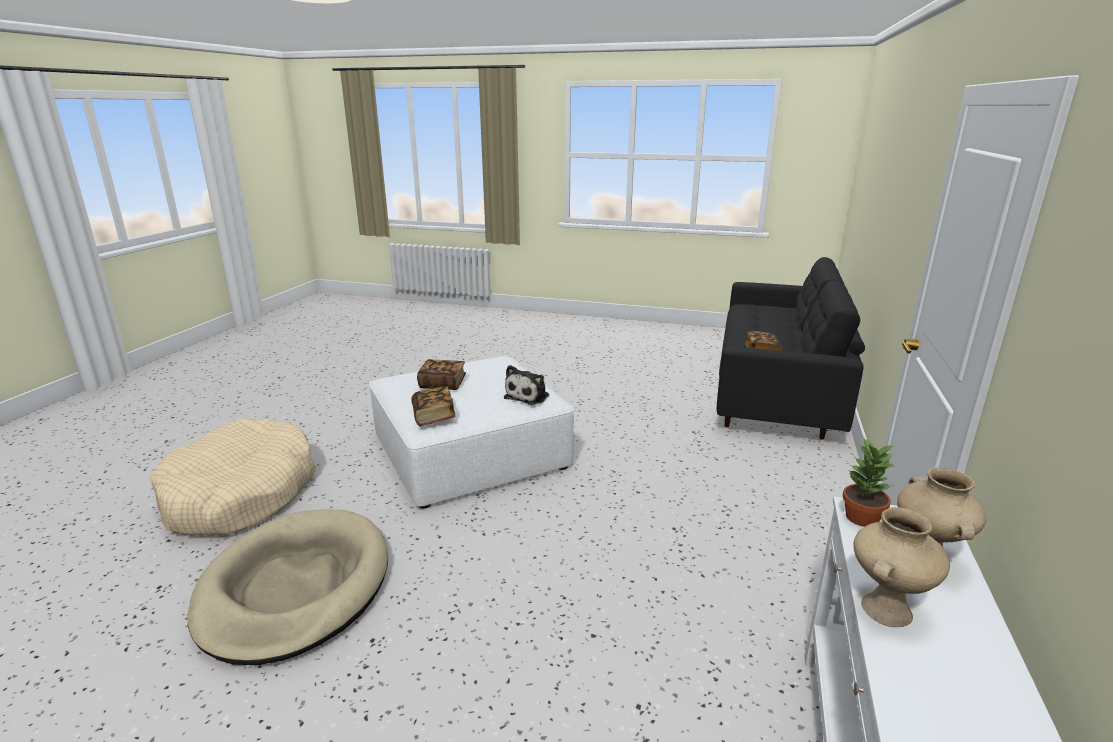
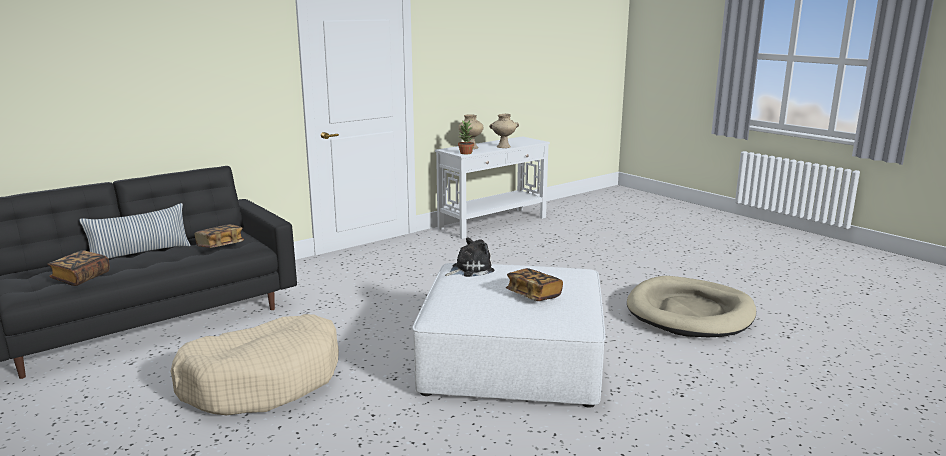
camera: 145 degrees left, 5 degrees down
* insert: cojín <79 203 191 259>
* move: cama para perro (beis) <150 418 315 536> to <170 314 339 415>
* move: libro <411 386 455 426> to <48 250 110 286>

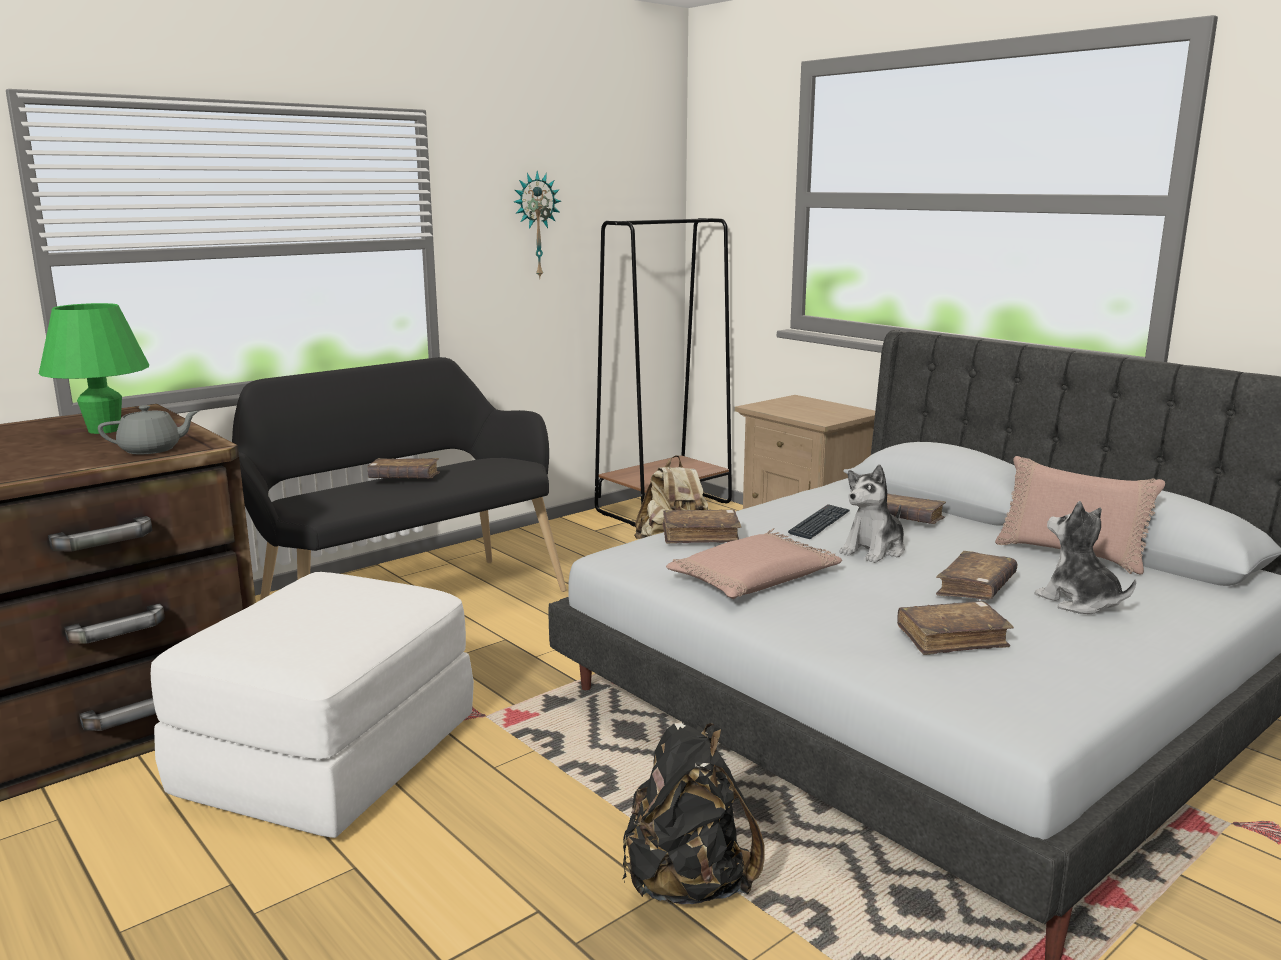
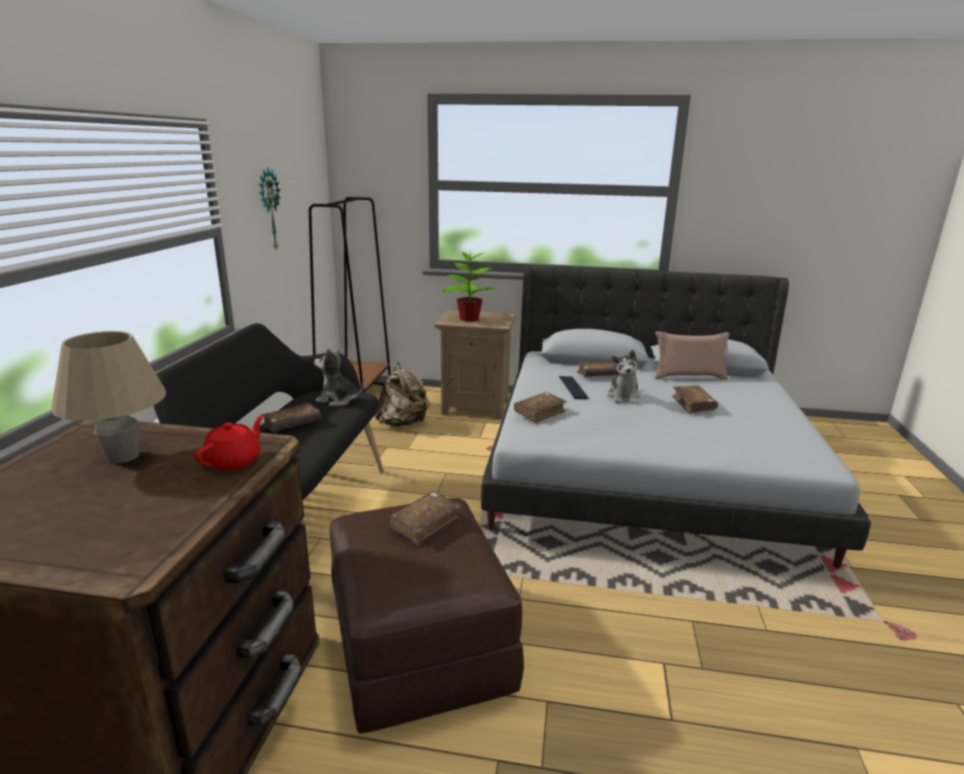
camera: 40 degrees left, 5 degrees up
* delete: mochila (negro) <622 722 765 904>
* delete: cojín (beis) <666 528 842 599>
* insert: planta en maceta <442 251 498 322>
* move: libro (marrón) <897 601 1014 655> to <388 491 461 546>
* move: peluche <1034 501 1136 614> to <314 348 363 406>
* recolor: lámpara de mesa (verde) <39 303 149 434> to lámpara de mesa (beis) <51 331 166 463>
* recolor: tetera (gris) <98 405 199 454> to tetera (rojo) <195 415 264 471>
* recolor: puf (blanco) <151 572 474 838> to puf (marrón) <330 498 524 734>

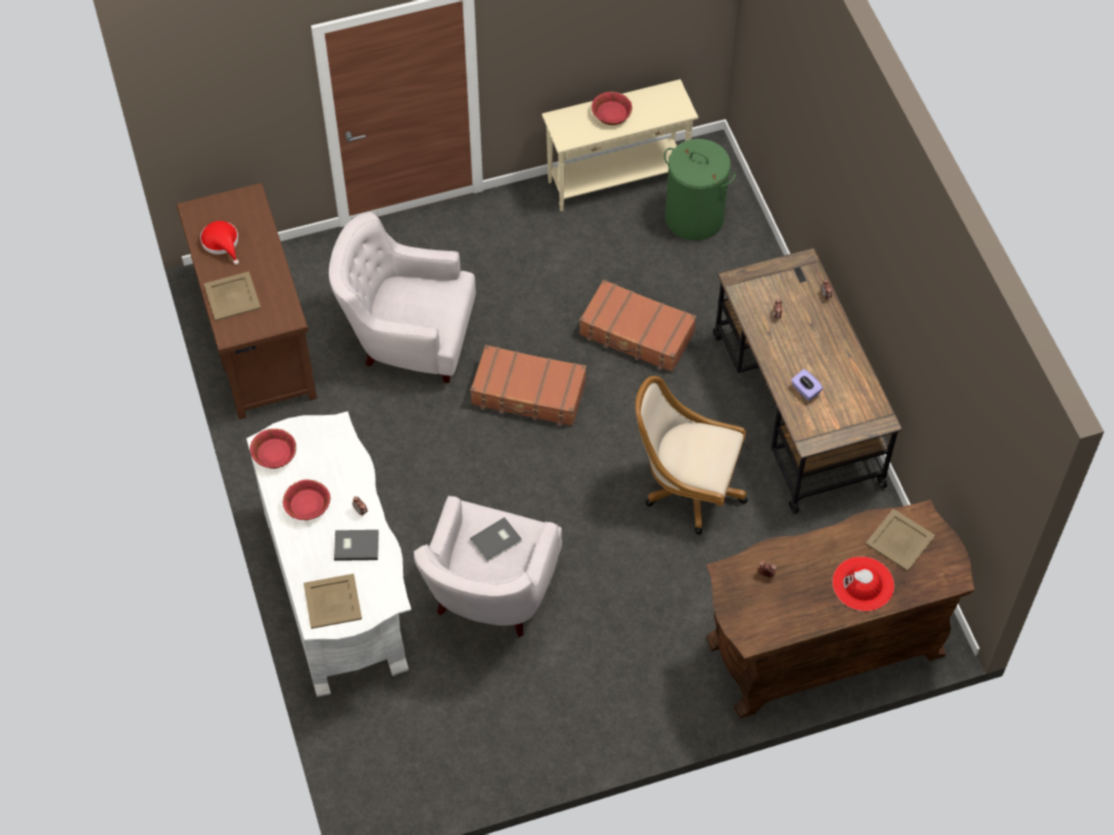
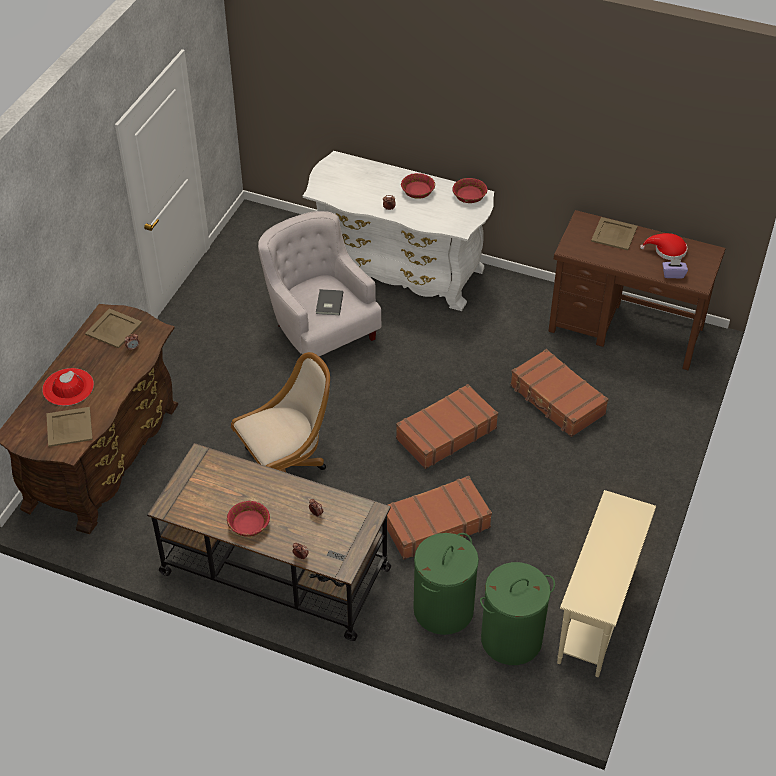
camera: 130 degrees right, 10 degrees down
* delete: libro (gris) <334 530 379 561>
* insert: cesto de la ropa (verde) <413 533 479 635>
* move: bandeja (beis) <303 574 362 629> to <85 309 142 348>
* move: cuenco (rojo) <592 92 632 125> to <227 501 270 537>
* move: caja de pañuelos (morado) <791 369 823 401> to <662 259 688 279>
* replace: sillón (blanco) <329 212 476 383> to maleta (marrón) <510 349 609 437>

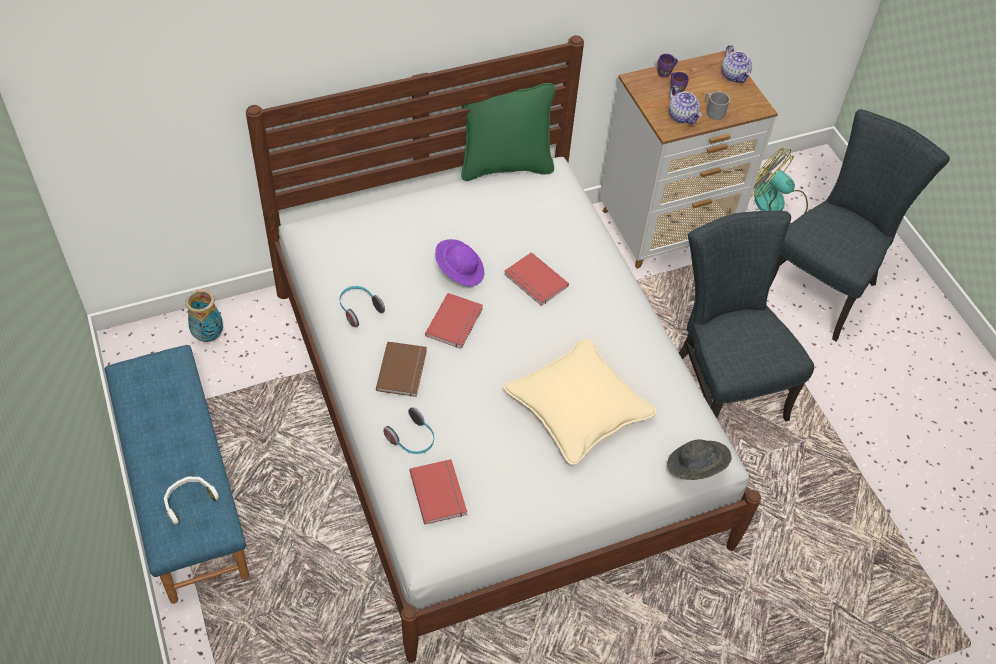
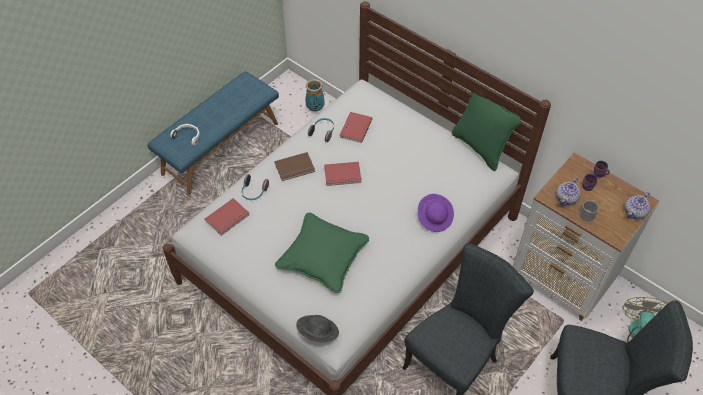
camera: 65 degrees right, 0 degrees up
* move: sombrero (morado) <435 239 485 286> to <418 194 454 232>
* move: libro (rojo) <504 252 569 306> to <340 112 372 143>
* recolor: cojín (beis) <504 339 657 465> to cojín (verde) <275 213 369 293>

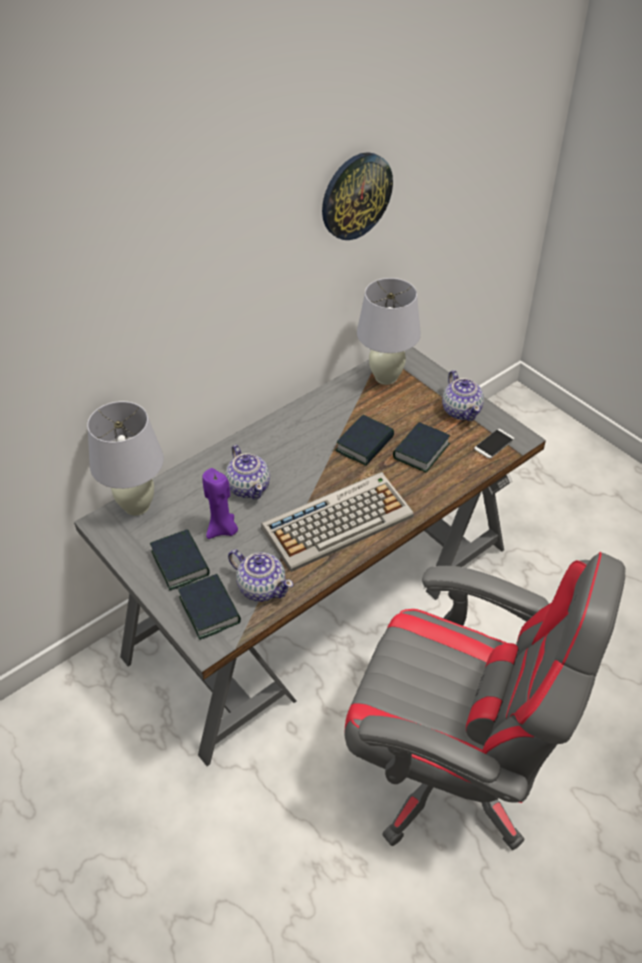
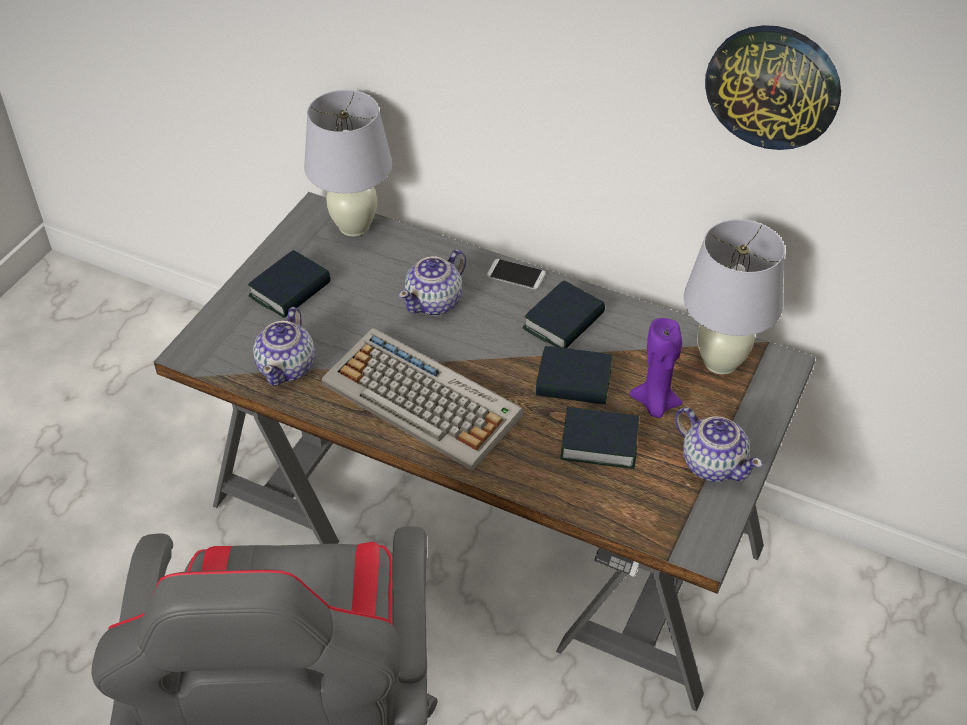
camera: 65 degrees right, 0 degrees up
* move: libro <178 574 241 640> to <522 280 605 348>
* move: vela (morado) <202 468 238 539> to <630 318 683 418>
* move: móvil <474 429 514 459> to <487 259 546 290>
* rotate: tetera <442 370 484 421> = <675 407 763 482> 90 degrees counterclockwise

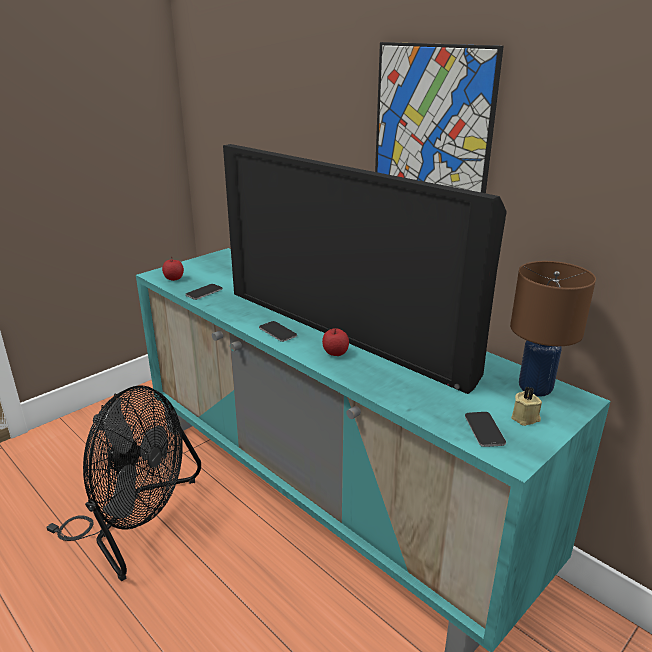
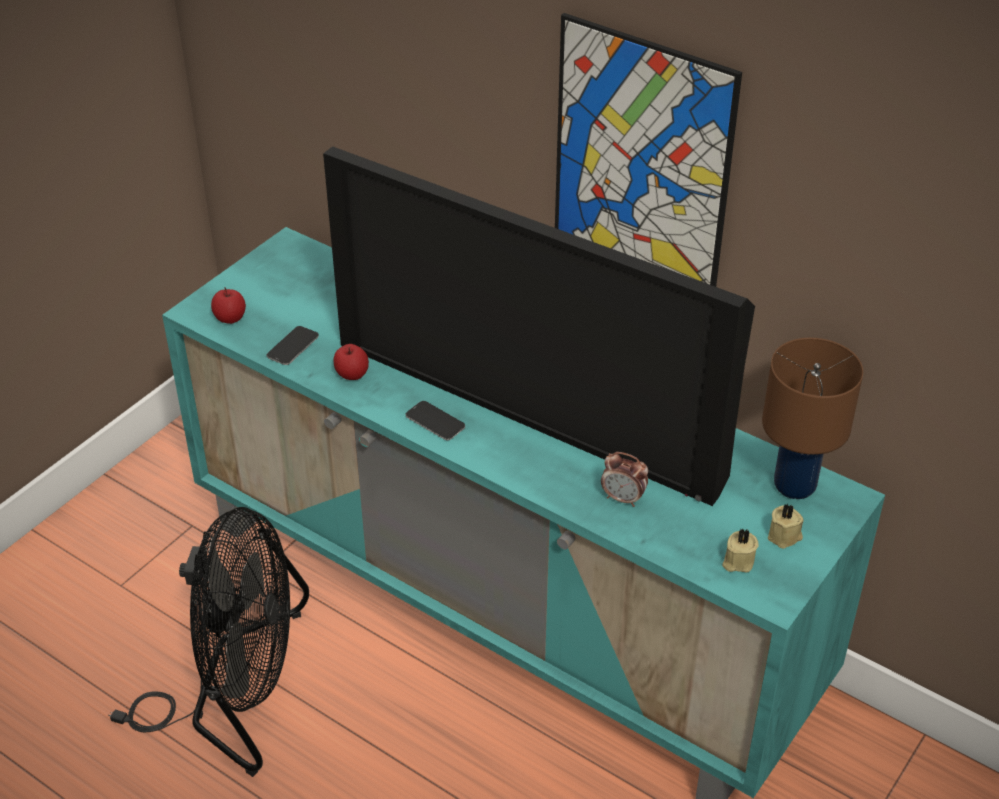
camera: 10 degrees left, 15 degrees up
* insert: despertador <601 452 648 507>
* move: manzana <322 328 349 356> to <333 344 369 380>
* replace: móvil <465 412 506 447> to vela (beis) <722 528 759 573>

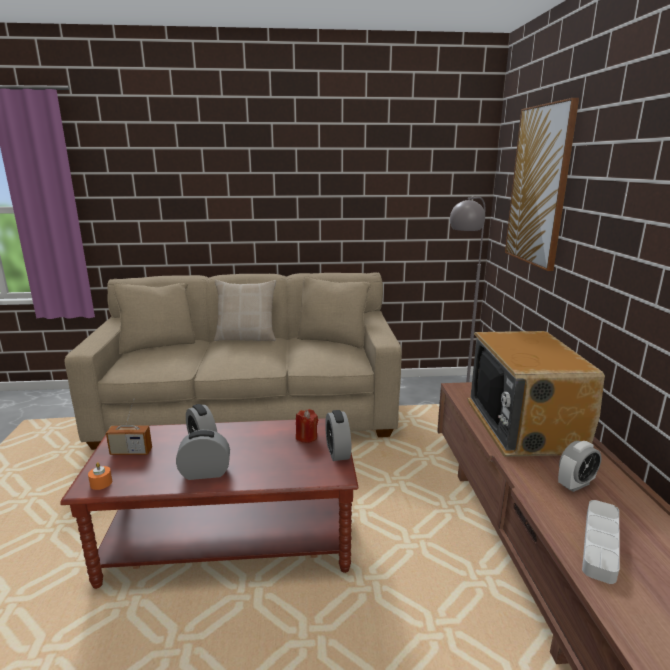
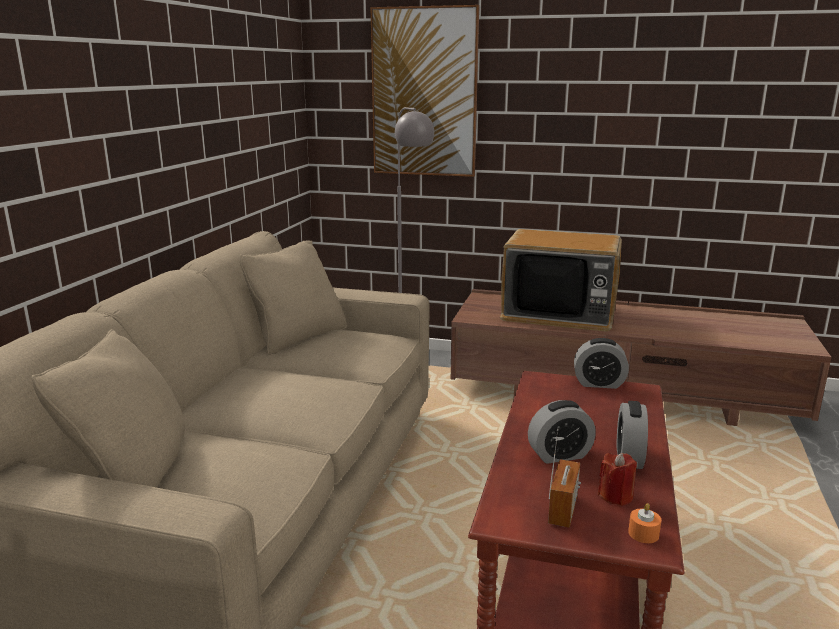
camera: 70 degrees left, 0 degrees up
* delete: cojín (beis) <214 280 276 341>
* delete: despertador <558 441 602 492>
* delete: bandeja (gris) <582 500 620 584>
* move: vela (rojo) <296 409 318 443> to <598 453 637 506>

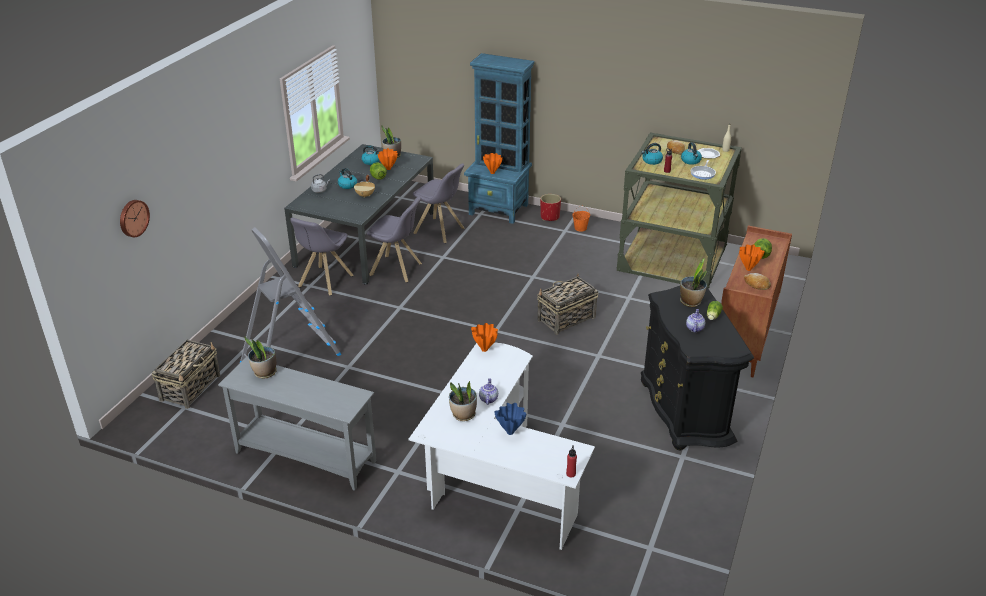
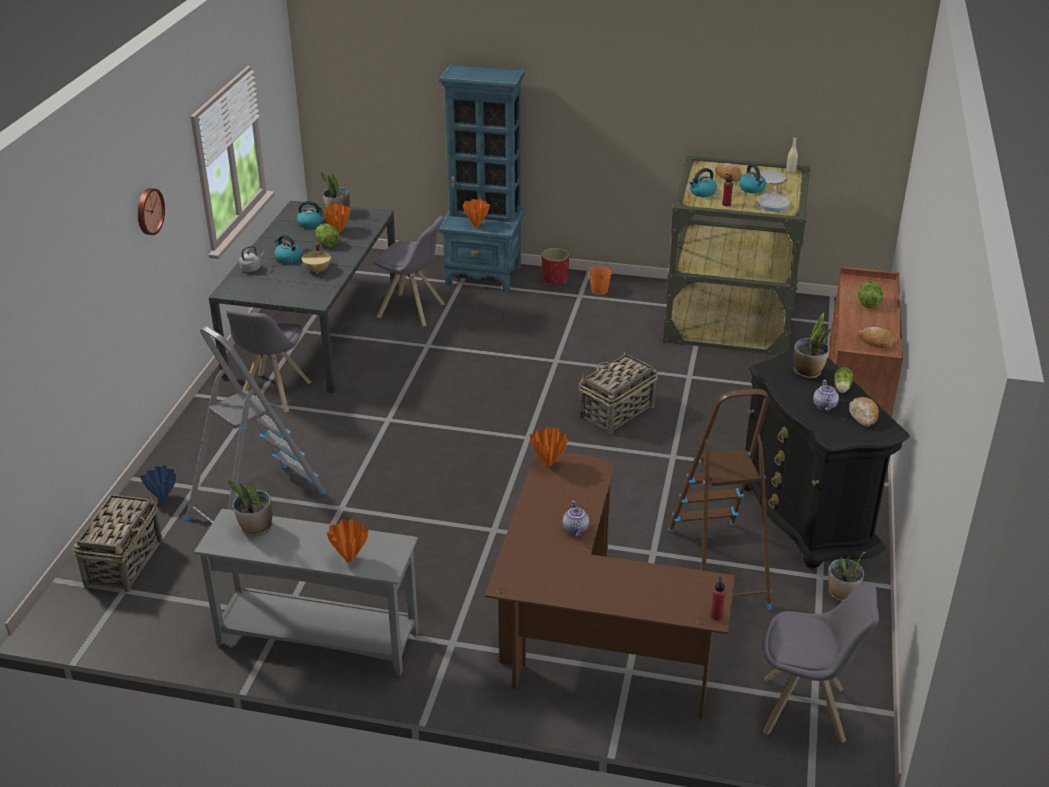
camera: 10 degrees left, 0 degrees up
* insert: escalera de tijera (marrón) <668 389 771 610>
* insert: pan <849 397 879 427>
* move: reloj de pared <120 200 150 237> to <138 188 165 235>
* move: silla (gris) <367 197 422 282> to <763 583 879 743>
* move: planta en maceta <449 381 477 421> to <828 552 866 601>
* move: florero (azul) <494 403 527 435> to <140 465 176 501>
* move: florero (naranja) <739 245 765 271> to <327 518 368 562>
* recolor: escritorio (blanco) <408 342 595 550> to escritorio (marrón) <485 452 735 719>

